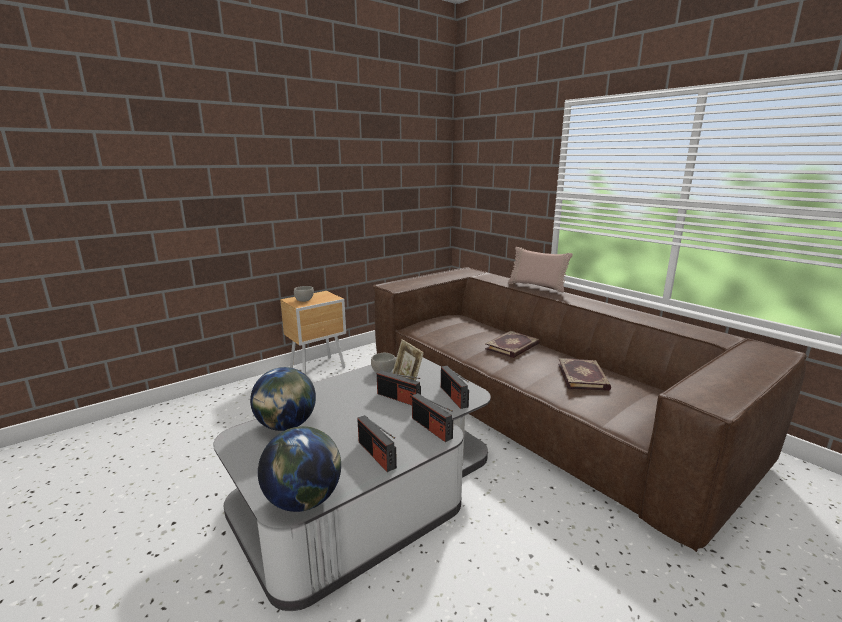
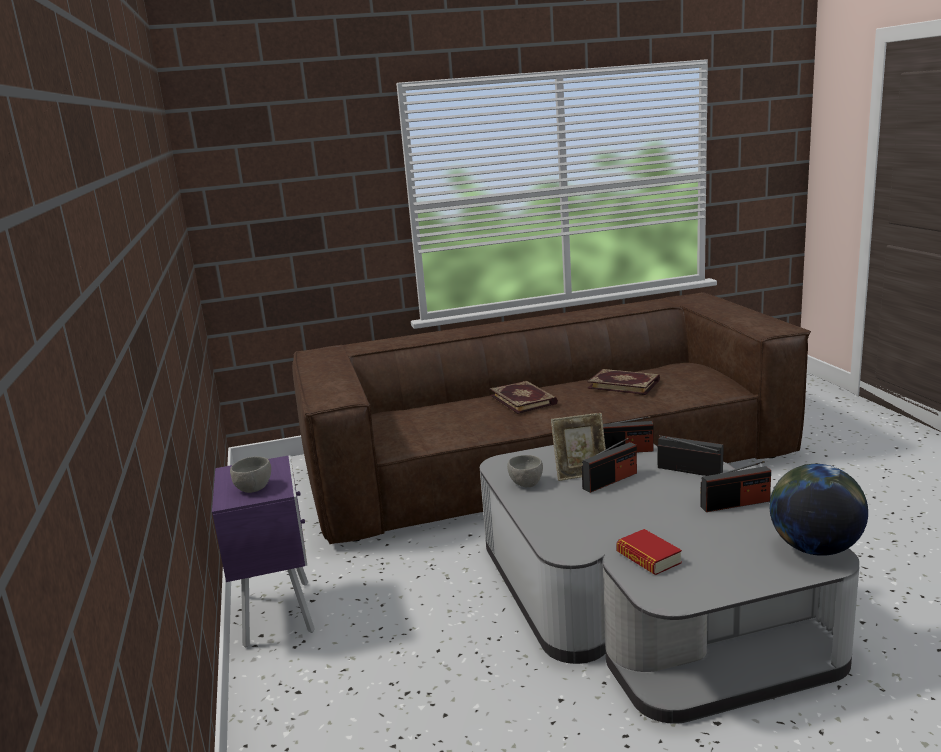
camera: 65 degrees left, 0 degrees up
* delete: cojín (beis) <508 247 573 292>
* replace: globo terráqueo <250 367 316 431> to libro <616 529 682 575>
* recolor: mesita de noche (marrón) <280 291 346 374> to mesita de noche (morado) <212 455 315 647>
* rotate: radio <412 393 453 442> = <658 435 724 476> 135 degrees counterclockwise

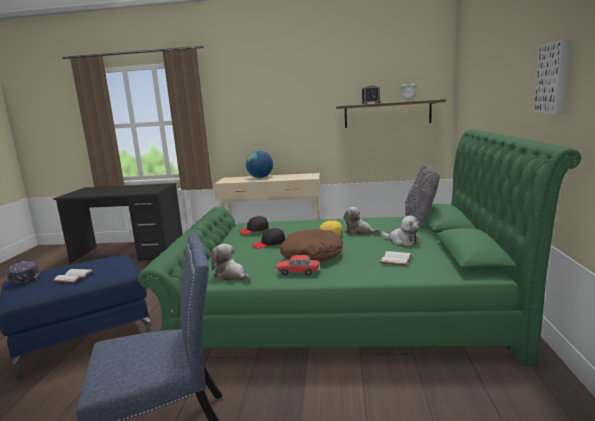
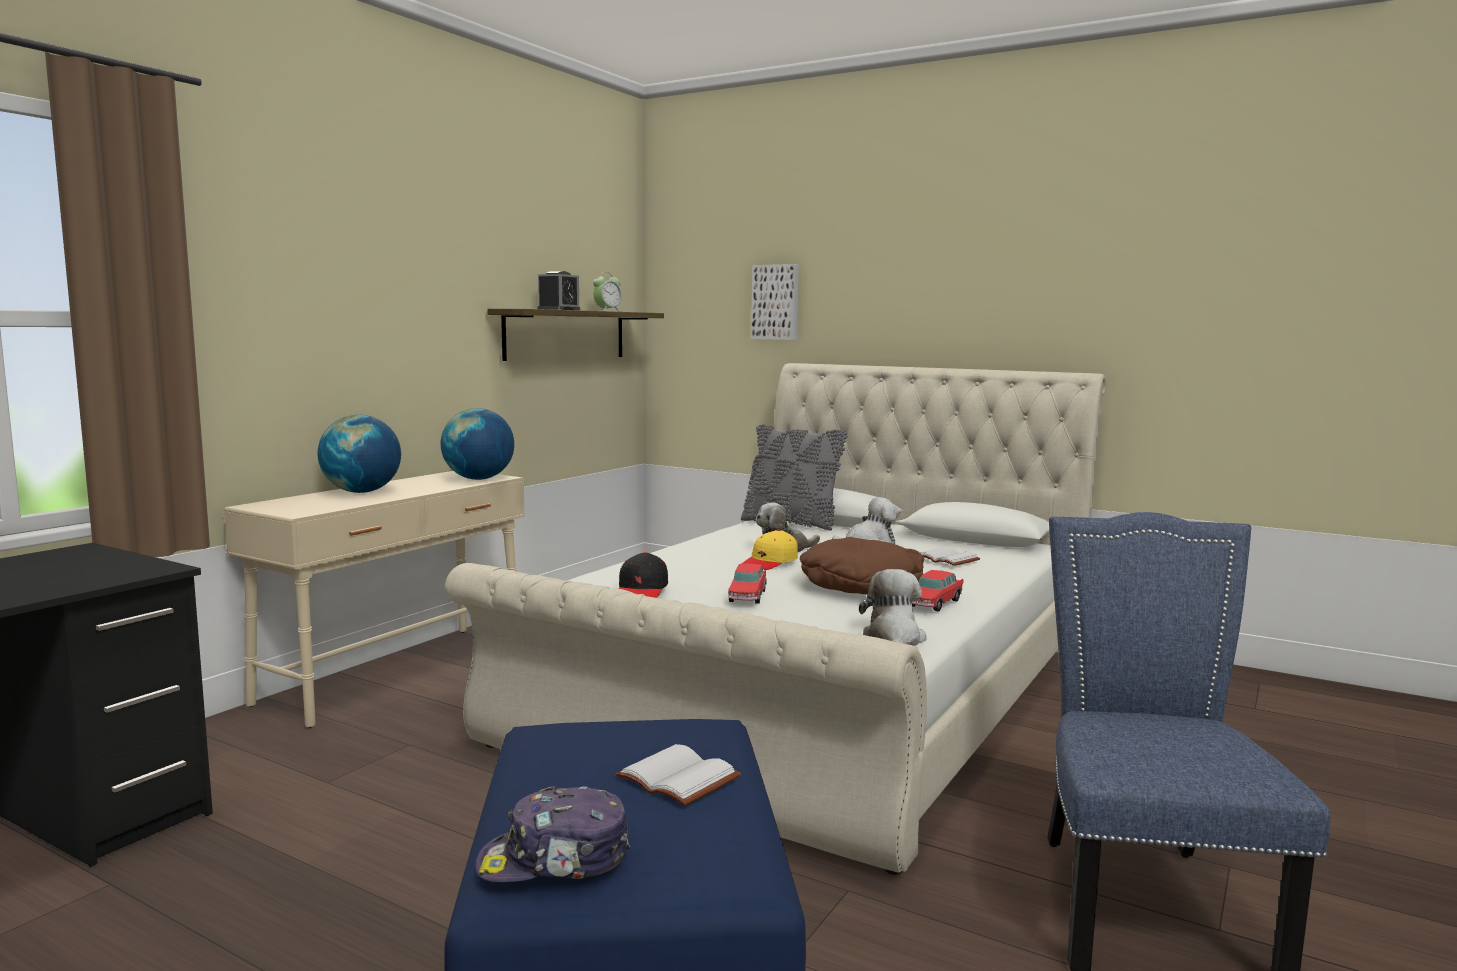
camera: 65 degrees left, 5 degrees down
* insert: globo terráqueo <441 408 514 480>
* move: cuadro <534 39 569 114> to <751 264 799 340>
* replace: gorra (negro) <252 228 285 248> to coche de juguete <728 564 766 604>
* recolor: cama (verde) <138 129 582 366> to cama (beis) <445 363 1107 875>
* rotate: peluche <210 244 250 281> = <859 569 927 646> 120 degrees clockwise

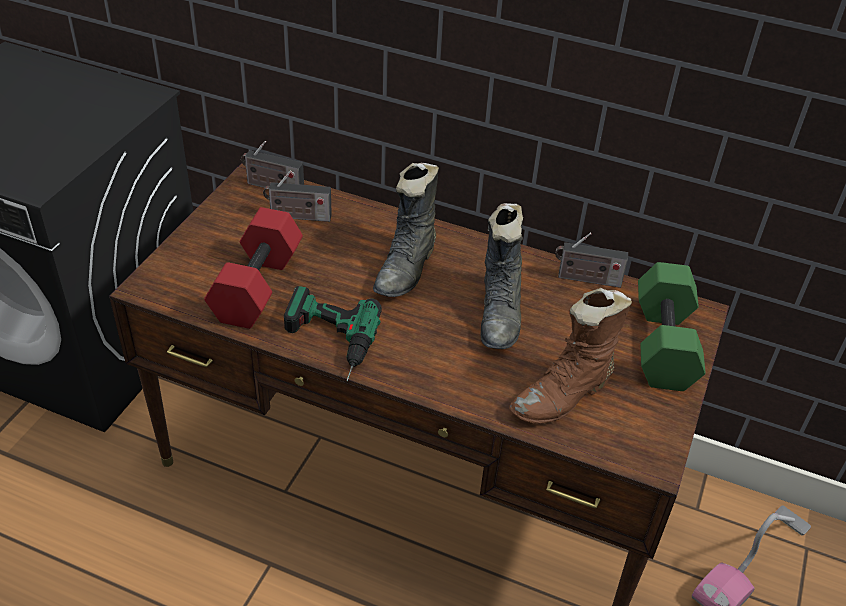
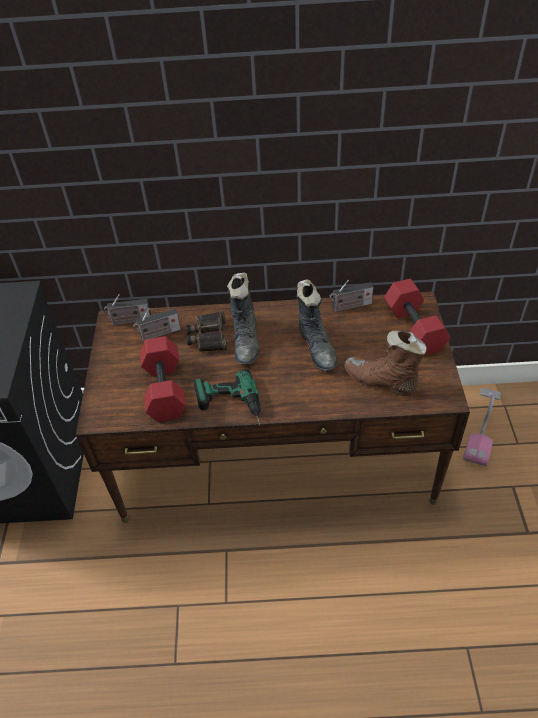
camera: 20 degrees left, 5 degrees up
* insert: prismáticos <187 311 227 352>
* recolor: mancuerna (verde) <638 262 706 391> to mancuerna (rojo) <384 279 450 356>
* rotate: bota (marrón) <509 288 632 424> = <344 331 427 396> 90 degrees clockwise

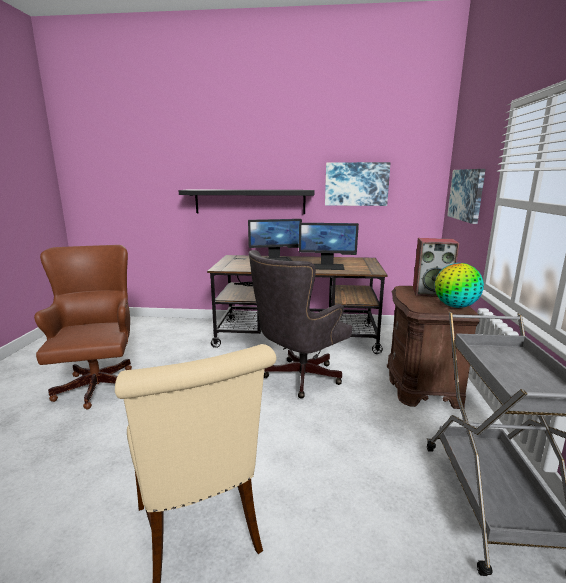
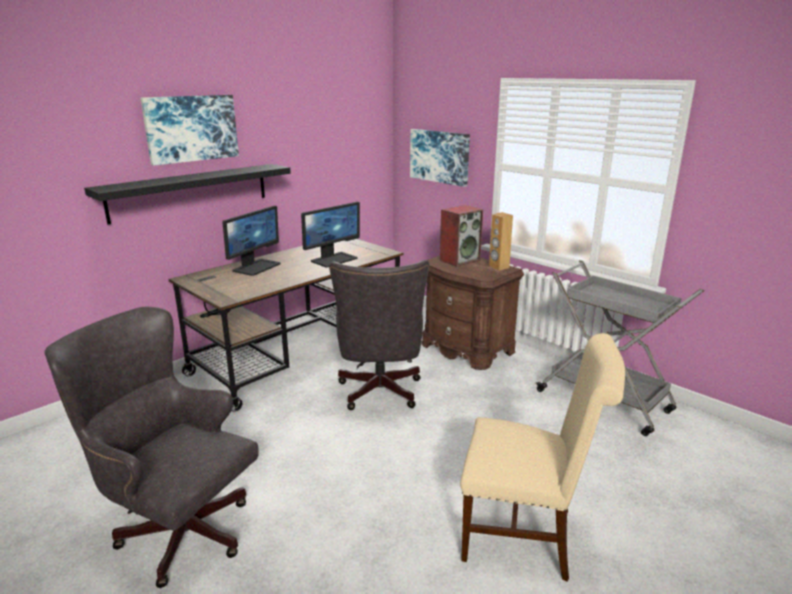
camera: 50 degrees left, 5 degrees up
* move: cuadro <325 162 391 206> to <140 95 239 166>
* replace: globo terráqueo <434 263 484 308> to altavoz (marrón) <489 212 513 271>
* recolor: silla de oficina (marrón) <34 245 132 409> to silla de oficina (gris) <45 307 259 588>

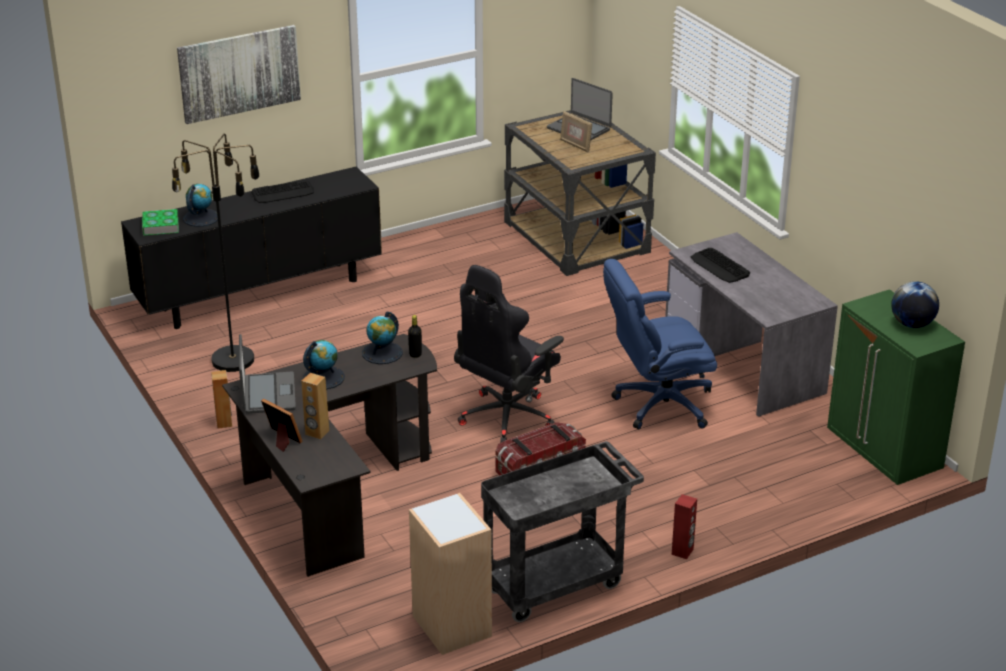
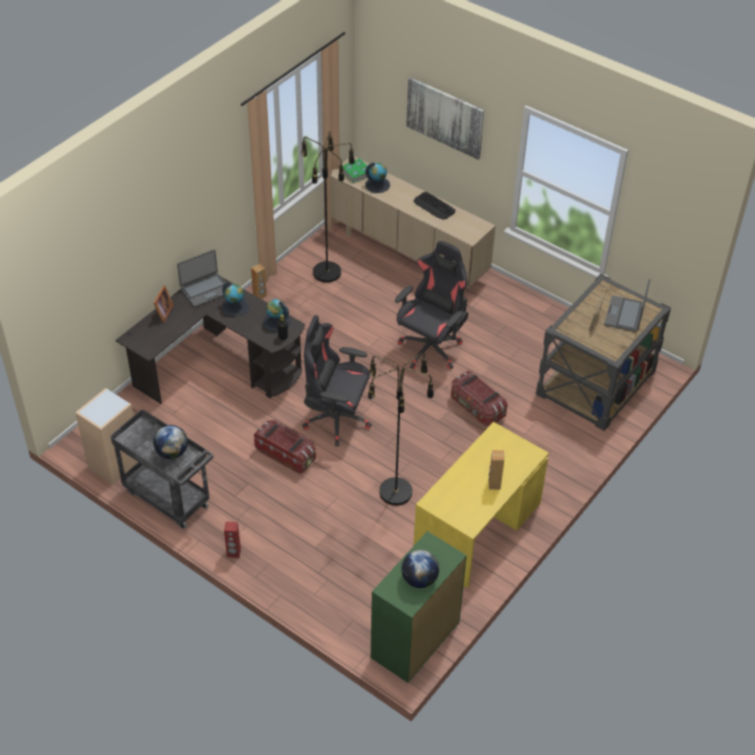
camera: 65 degrees right, 15 degrees up
* delete: teclado <691 248 750 283>
* insert: globo terráqueo <153 425 188 459>
* insert: silla de oficina (negro) <395 241 468 370>
* insert: caja de almacenaje <451 371 508 426>
* move: altavoz (marrón) <301 373 329 439> to <489 450 504 490>
* replace: silla de oficina (azul) <603 259 717 429> to lámpara de pie <368 353 434 505>
* recolor: armario (negro) <121 167 382 329> to armario (beis) <330 157 496 288>
* recolor: escritorio (gris) <665 232 838 417> to escritorio (amarillo) <414 422 549 588>

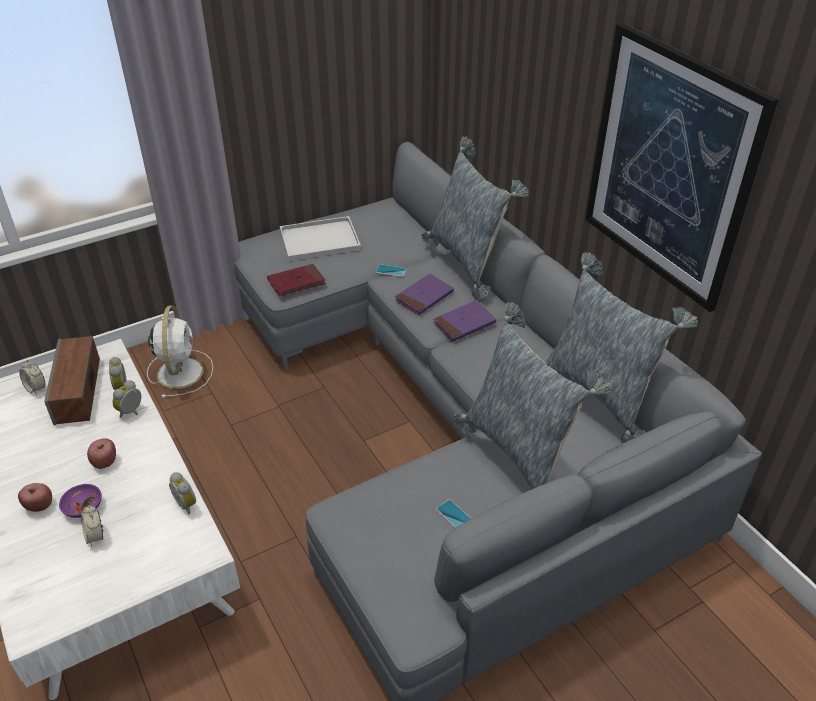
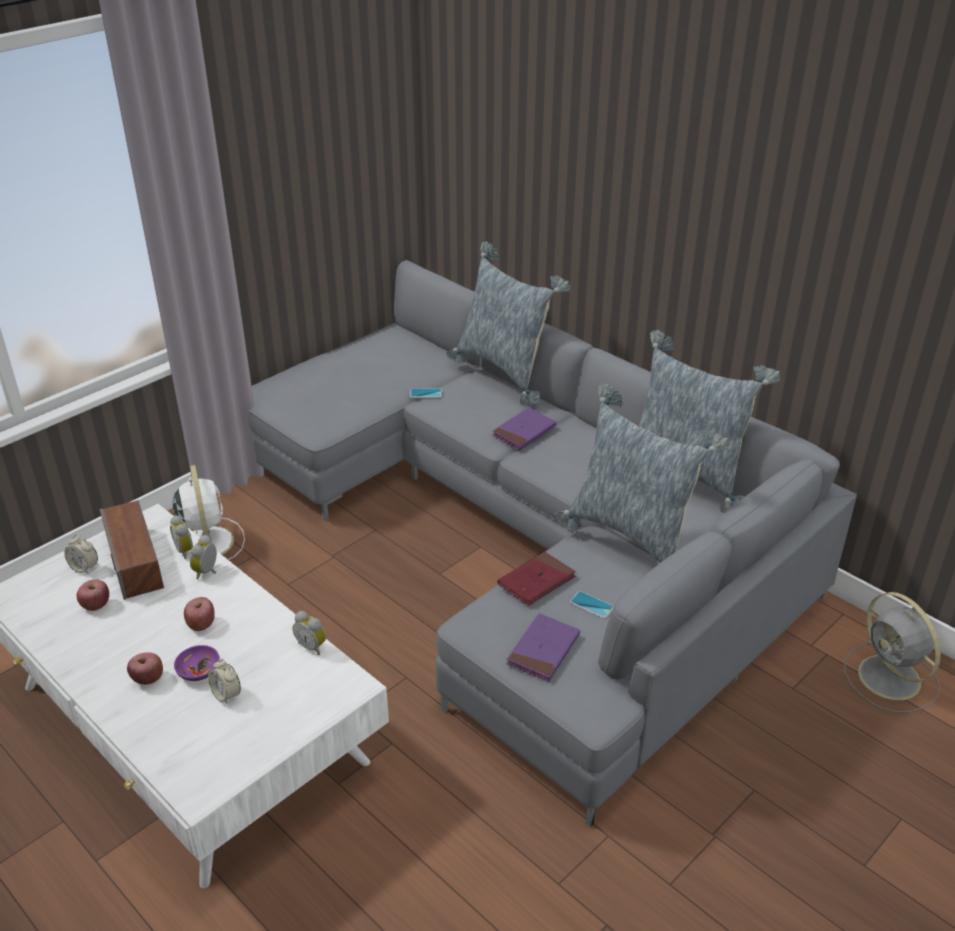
camera: 15 degrees left, 5 degrees down
* delete: bandeja (blanco) <280 216 361 261>
* delete: cuadro <585 23 779 312>
* insert: manzana <77 579 109 611>
* insert: ventilador (gris) <844 592 941 713>
* move: libro (rojo) <267 264 326 296> to <498 552 576 606>
* move: libro (morado) <395 274 454 315> to <506 613 580 682>

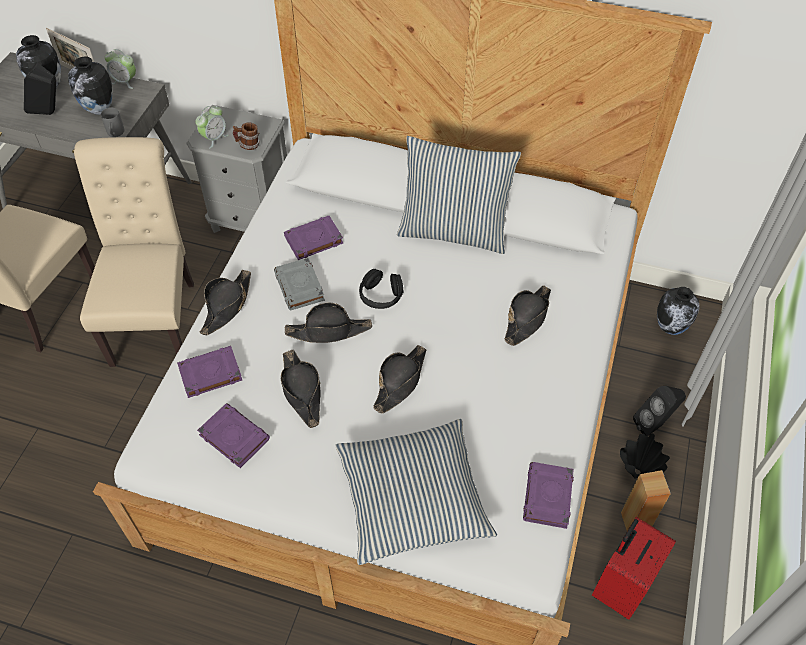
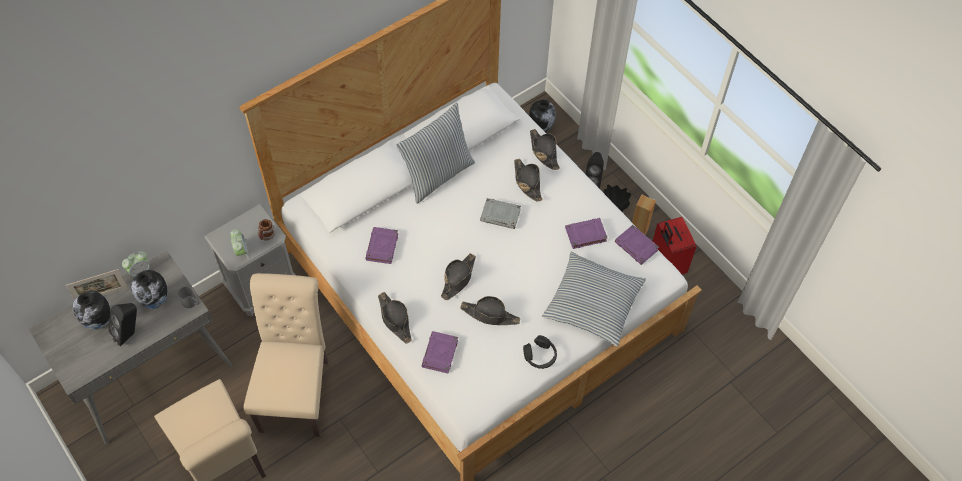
camera: 55 degrees left, 5 degrees up
* move: libro (morado) <197 403 270 468> to <565 218 608 249>
* move: libro (gris) <274 258 325 310> to <480 198 521 229>
* move: auriculares (negro) <359 269 403 309> to <523 335 557 369>
* move: sombrero (negro) <373 345 426 414> to <530 129 560 170>
* rotate: silla (beis) <74 137 194 367> = <243 273 329 437> 60 degrees clockwise

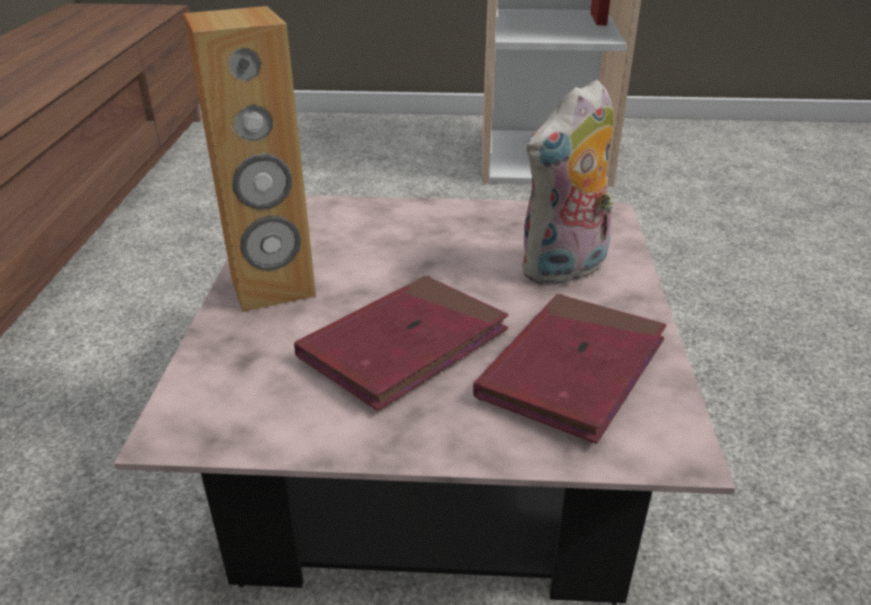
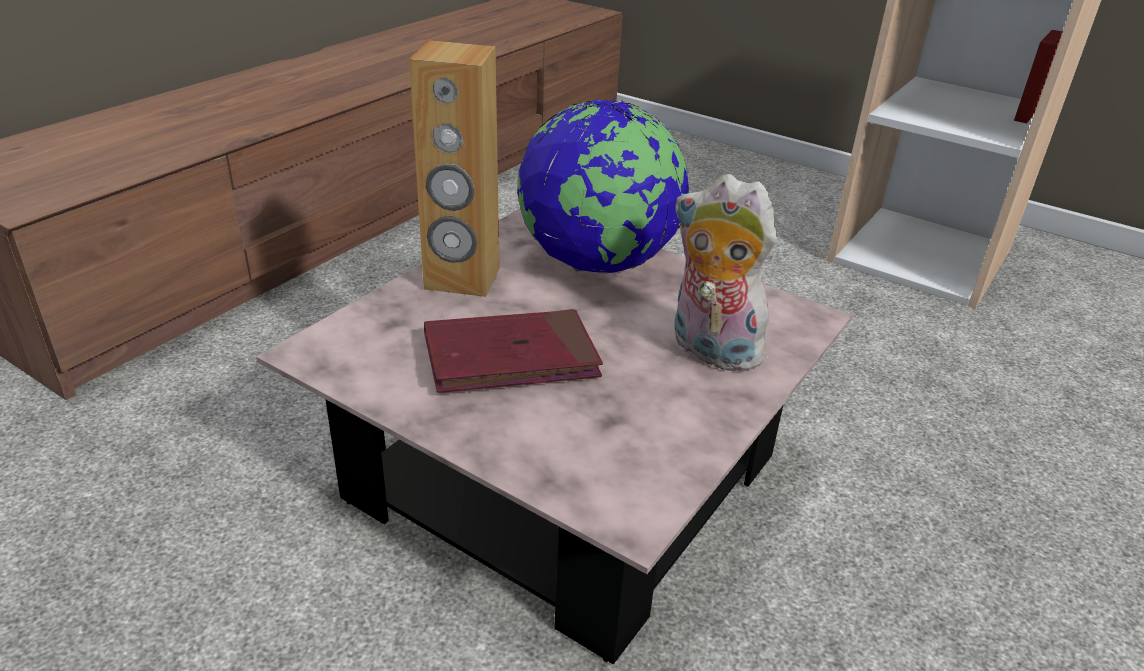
camera: 30 degrees right, 0 degrees up
* delete: libro (rojo) <473 294 666 444>
* insert: globo terráqueo <517 100 689 273>
* rotate: peluche <521 79 614 287> = <674 174 777 372> 45 degrees clockwise

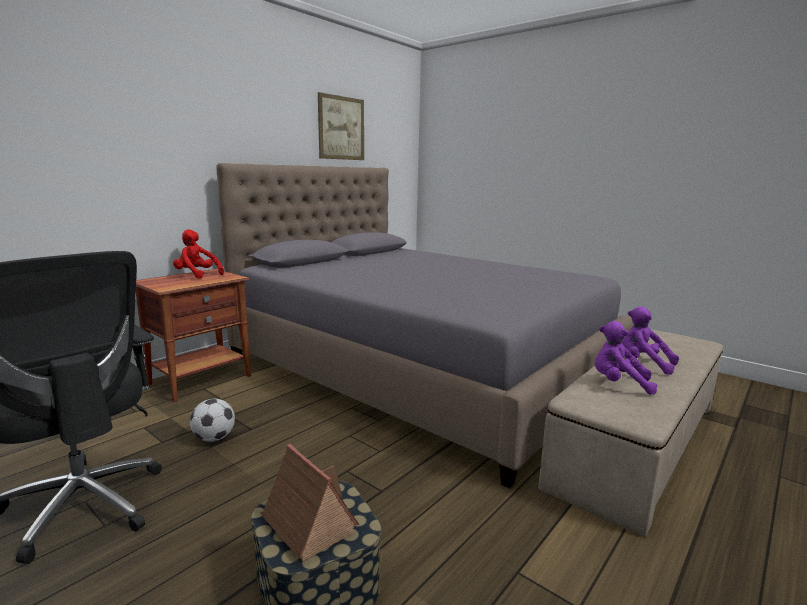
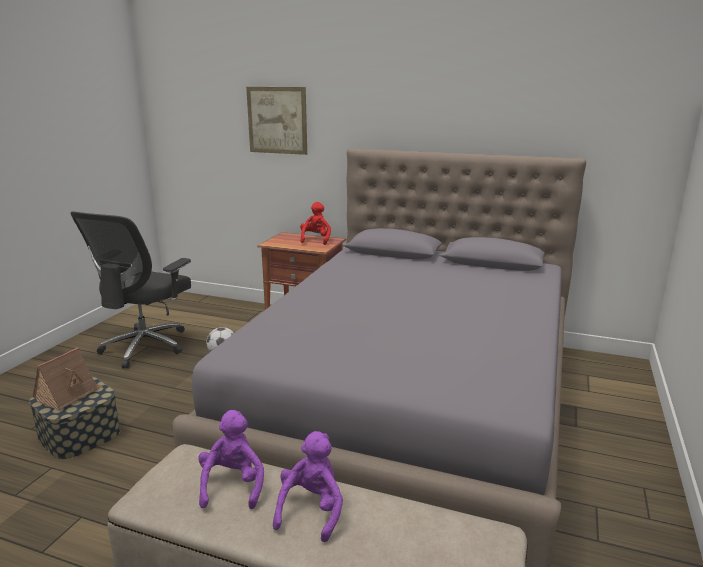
camera: 70 degrees right, 5 degrees up
* move: cuadro <318 92 364 160> to <246 87 307 155>

